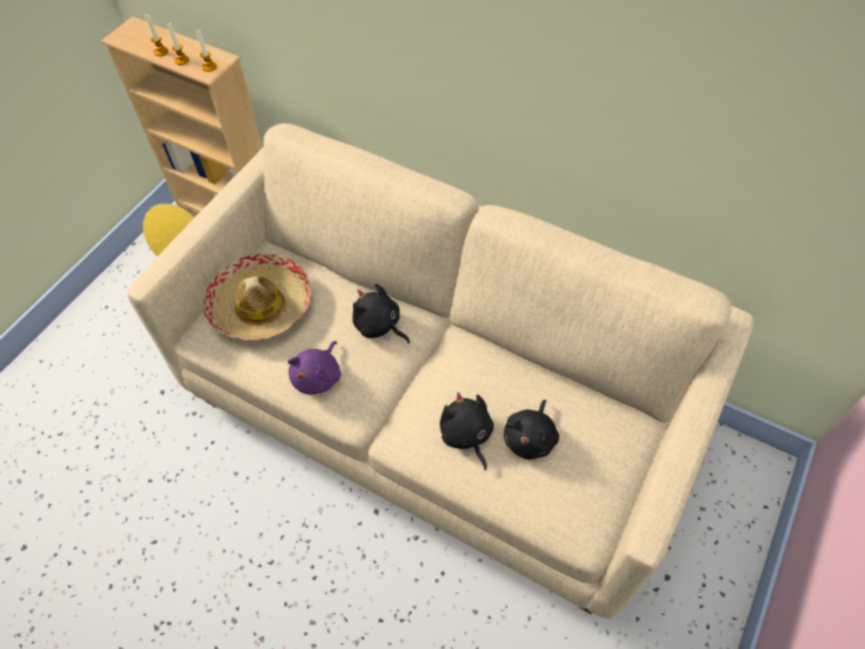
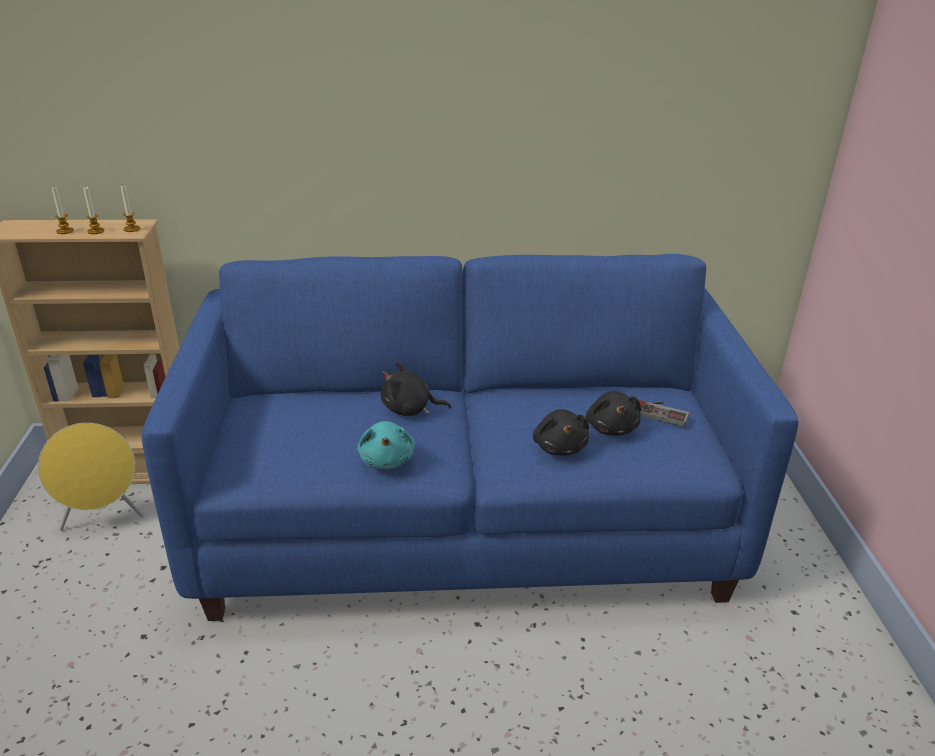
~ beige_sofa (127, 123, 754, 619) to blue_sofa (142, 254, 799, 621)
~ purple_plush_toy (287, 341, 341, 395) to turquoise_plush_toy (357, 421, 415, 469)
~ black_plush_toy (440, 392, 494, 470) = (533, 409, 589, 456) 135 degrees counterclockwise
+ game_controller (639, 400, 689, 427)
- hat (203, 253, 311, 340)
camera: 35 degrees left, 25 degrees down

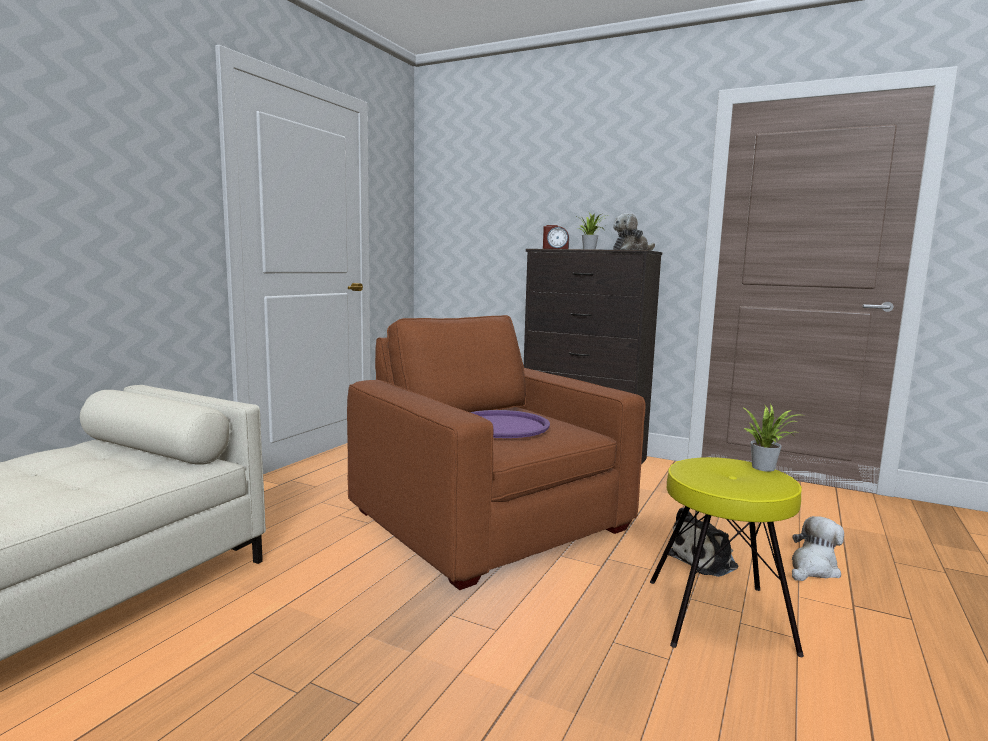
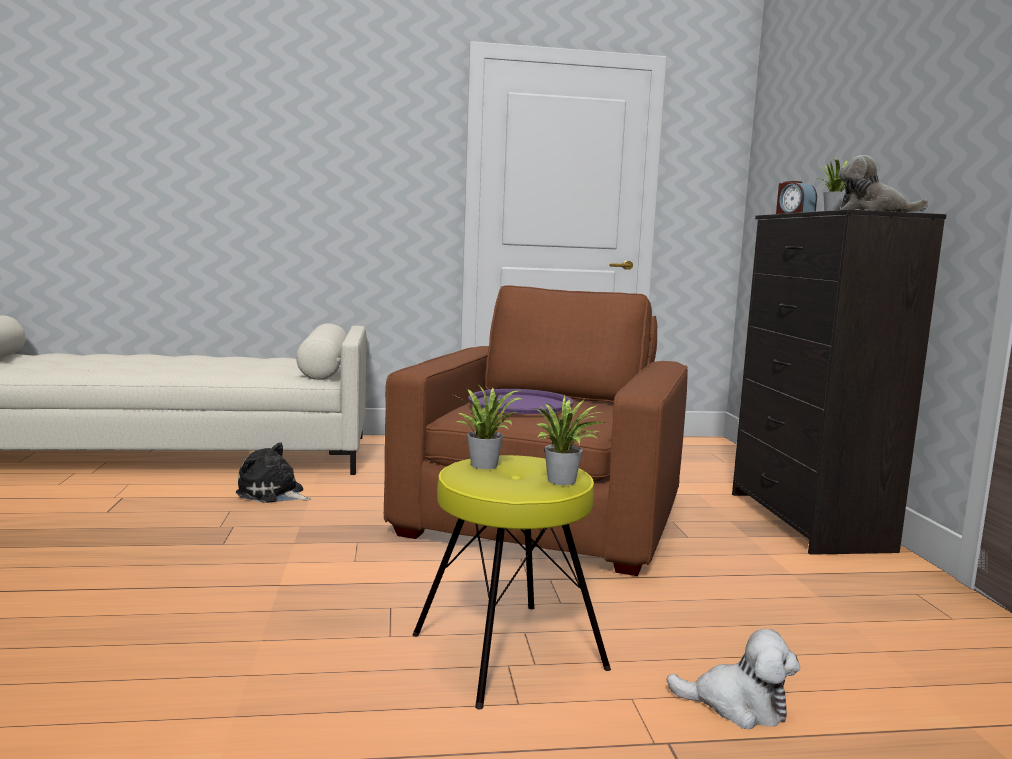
~ plush_toy (668, 507, 738, 577) to (236, 442, 311, 503)
+ potted_plant (454, 384, 524, 469)
camera: 55 degrees right, 0 degrees up

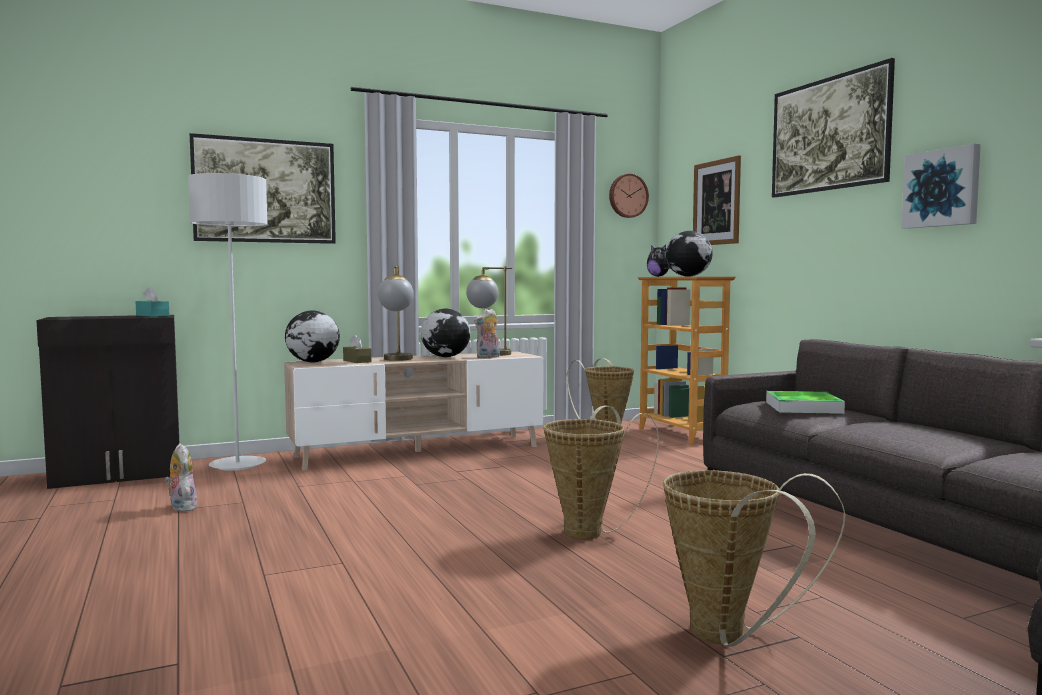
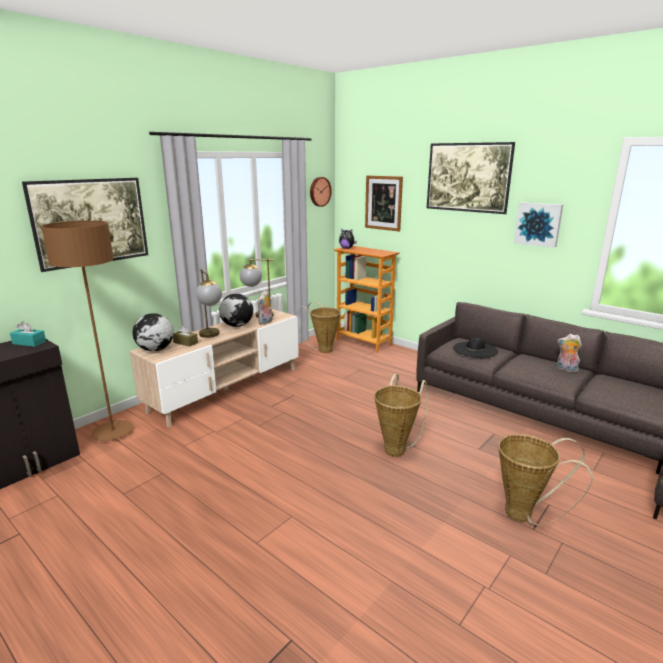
~ grey_floor_lamp (188, 173, 268, 471) to brown_floor_lamp (41, 220, 134, 441)
~ tray (766, 391, 845, 414) to black_hat (453, 337, 498, 358)
~ plush_toy (165, 443, 198, 512) to (557, 334, 582, 372)
- globe (665, 231, 713, 277)
camera: 25 degrees left, 15 degrees up

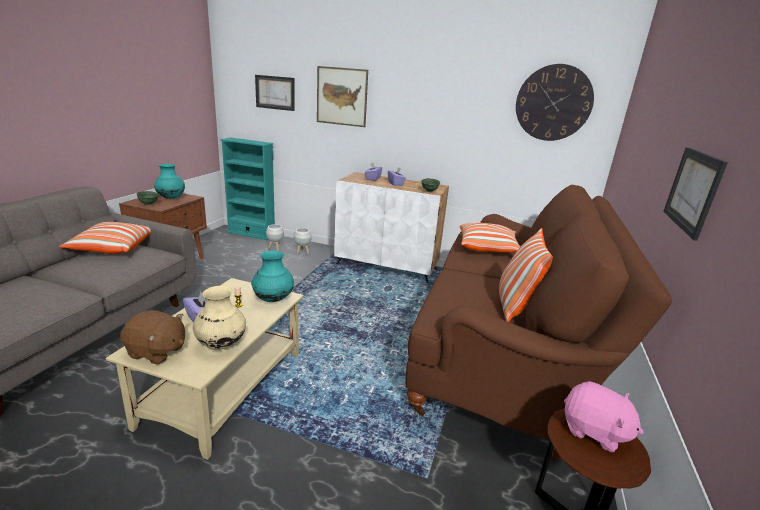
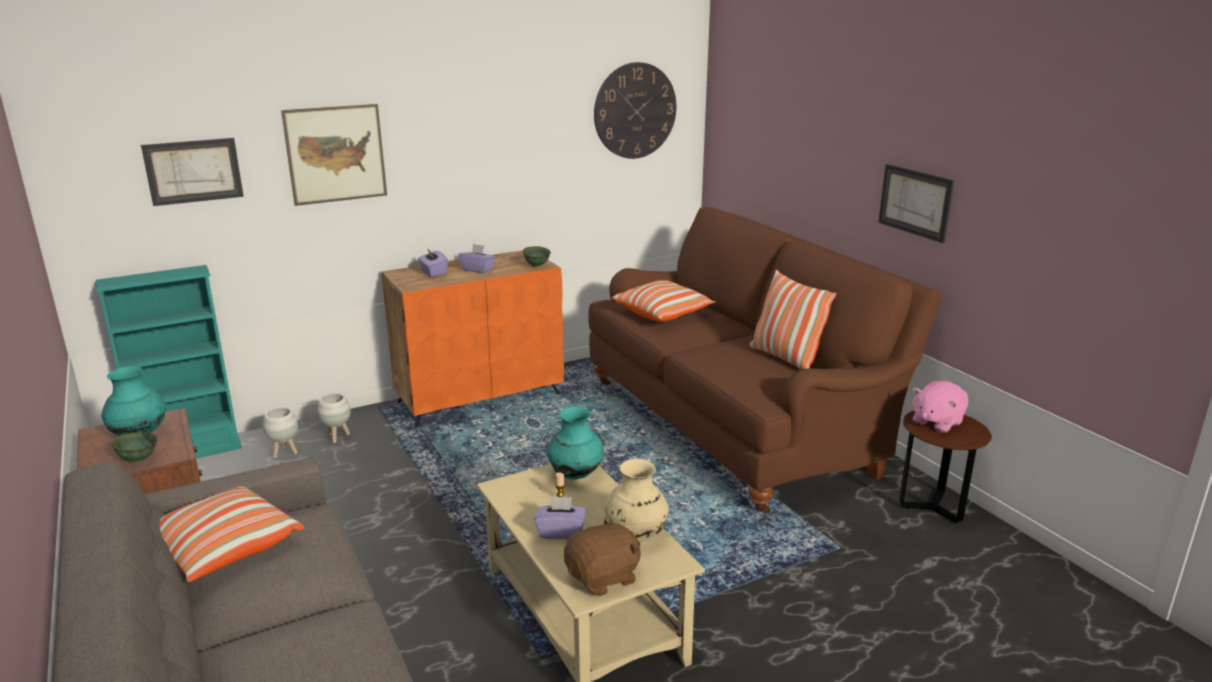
~ white_cabinet (334, 172, 449, 283) to orange_cabinet (381, 250, 564, 427)
~ pink_plush_toy (564, 381, 644, 452) = (912, 381, 968, 433) 150 degrees clockwise
camera: 45 degrees left, 0 degrees up

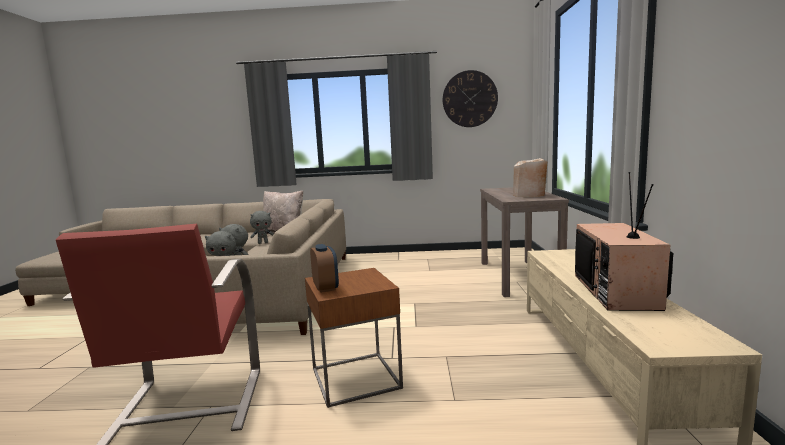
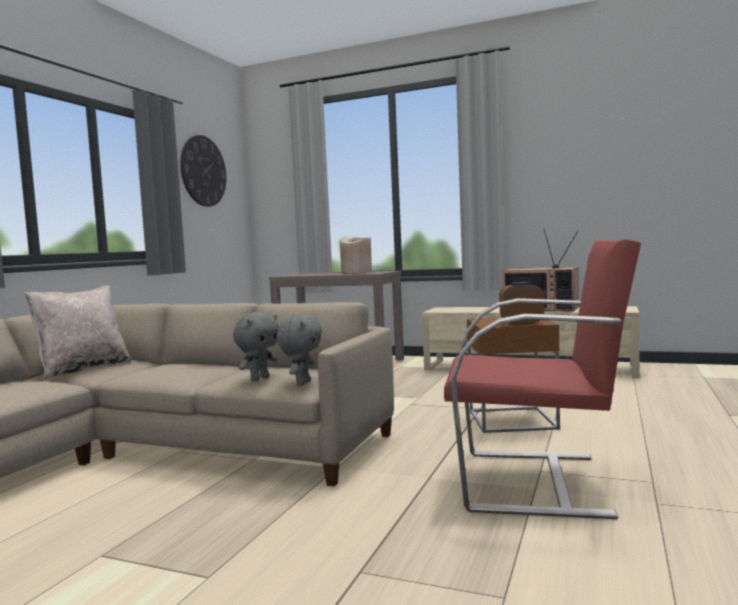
- grey_plush_toy (250, 211, 274, 244)
camera: 70 degrees left, 5 degrees down

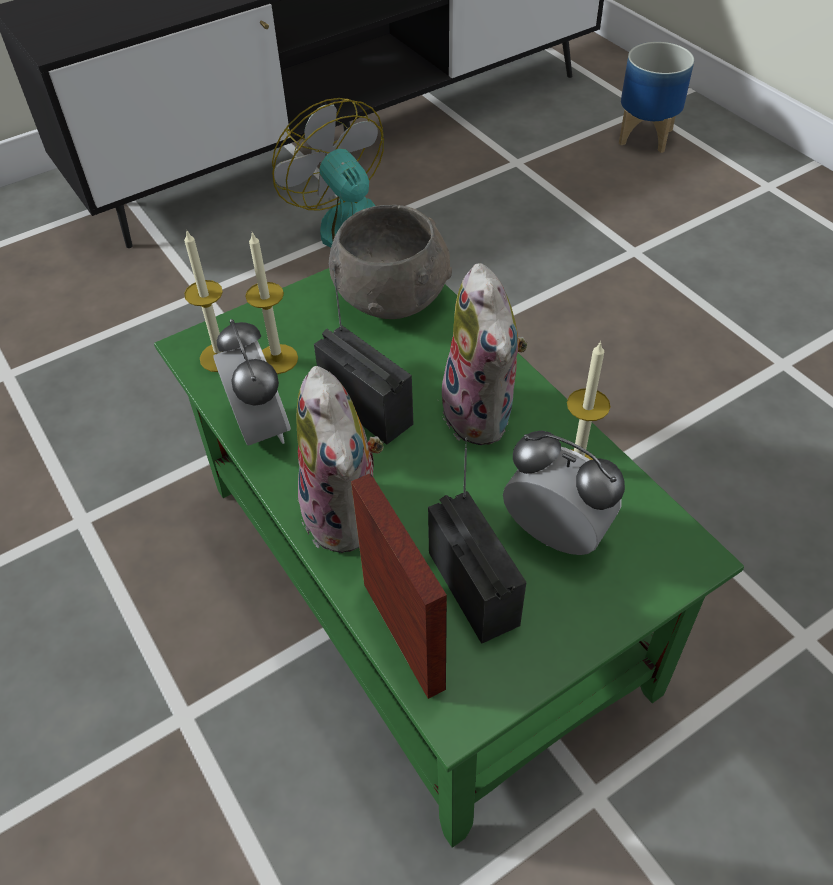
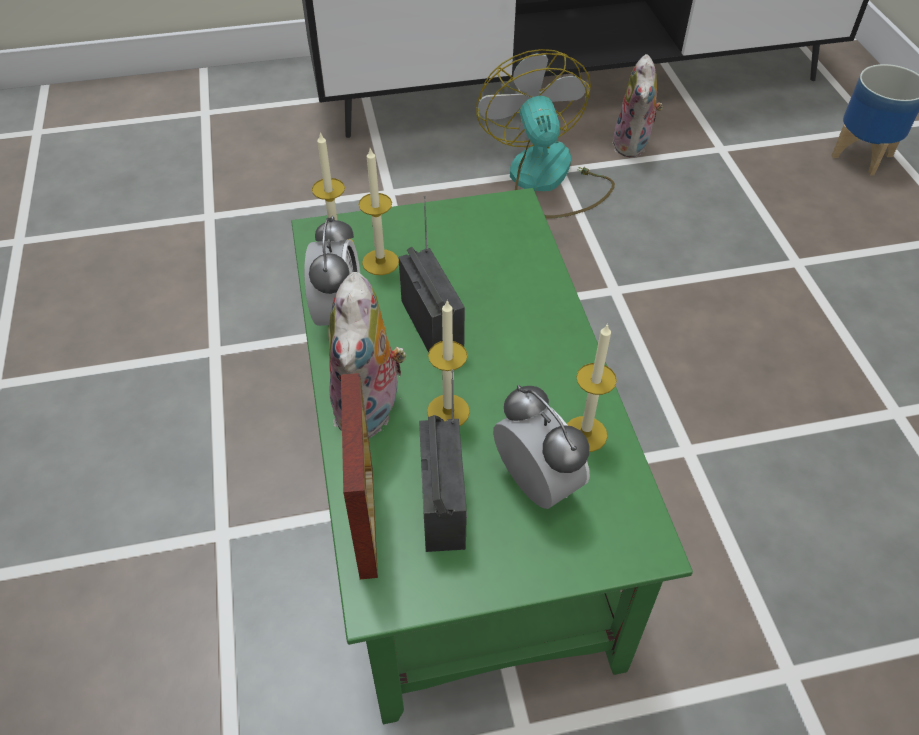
+ candle (427, 301, 470, 426)
~ plush_toy (438, 263, 527, 445) to (613, 54, 663, 158)
- grey_bowl (329, 205, 452, 319)
camera: 20 degrees right, 0 degrees up

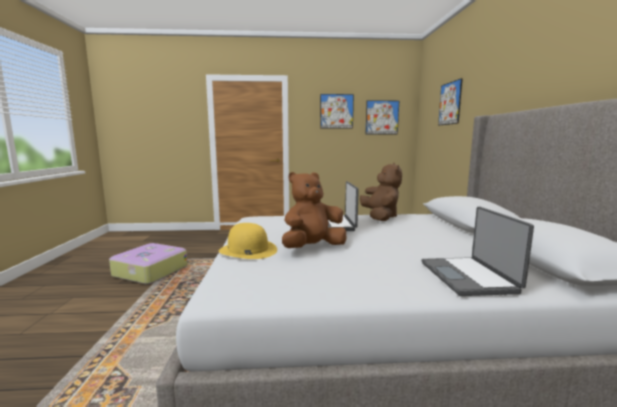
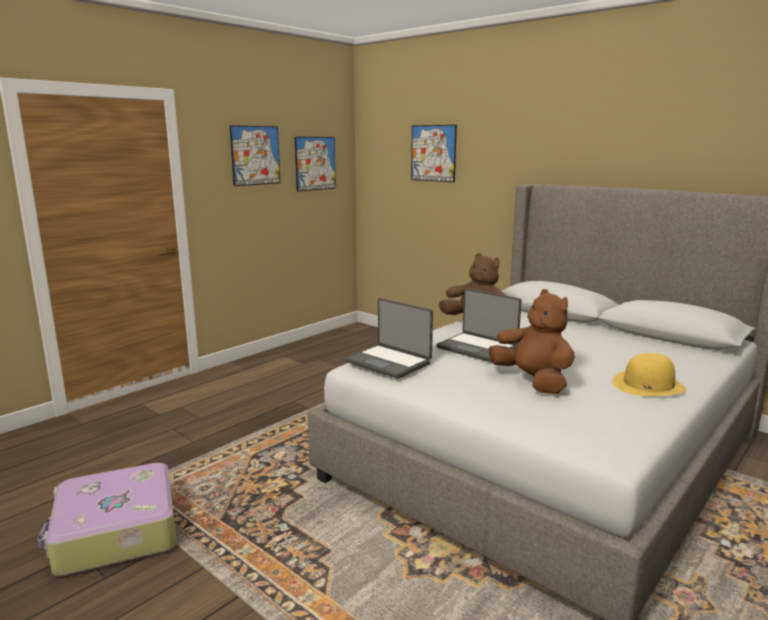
~ laptop (422, 207, 534, 296) to (345, 298, 433, 379)
~ brown_plush_toy (282, 172, 346, 248) = (489, 289, 575, 394) 135 degrees clockwise
~ yellow_hat (219, 223, 277, 259) to (612, 353, 686, 396)
camera: 45 degrees left, 5 degrees up

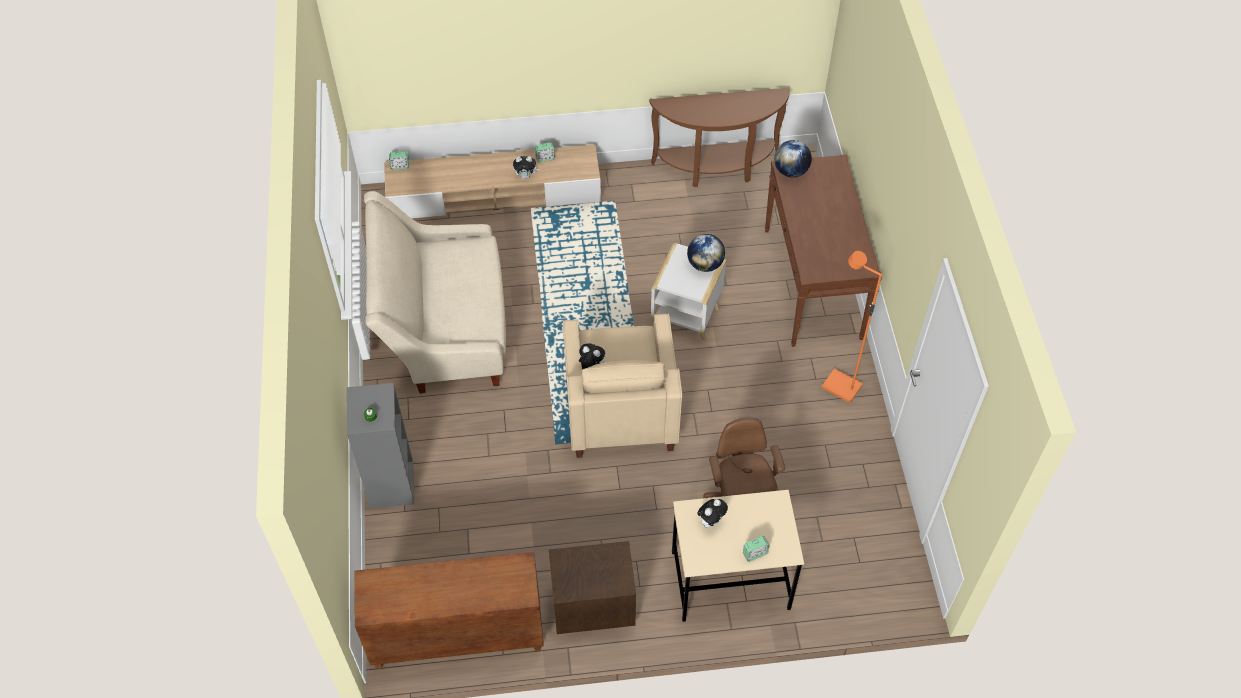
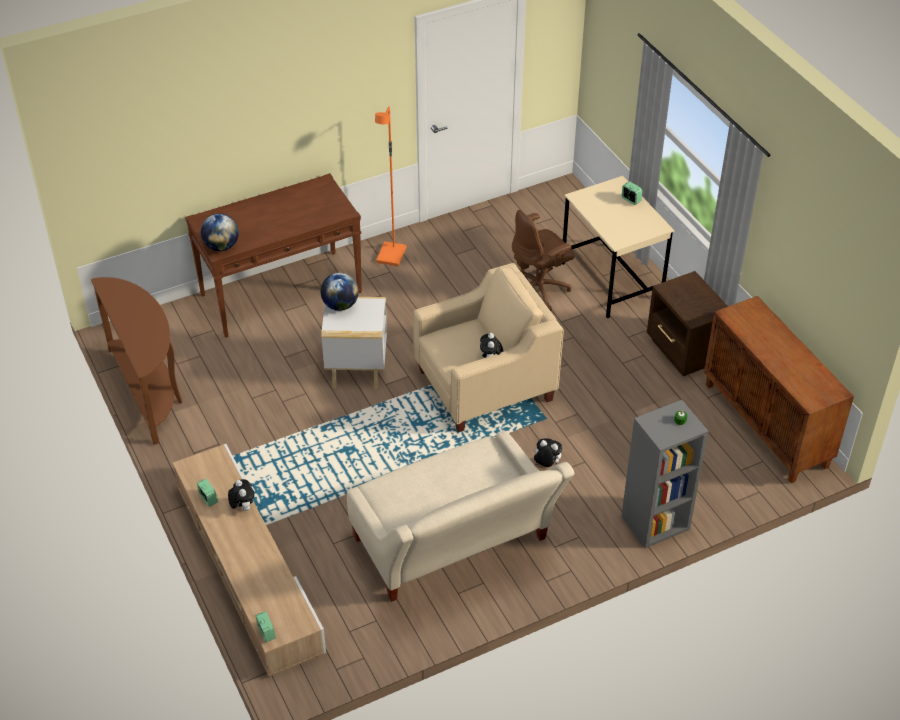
~ plush_toy (697, 499, 728, 528) to (533, 438, 563, 467)
camera: 110 degrees left, 10 degrees down

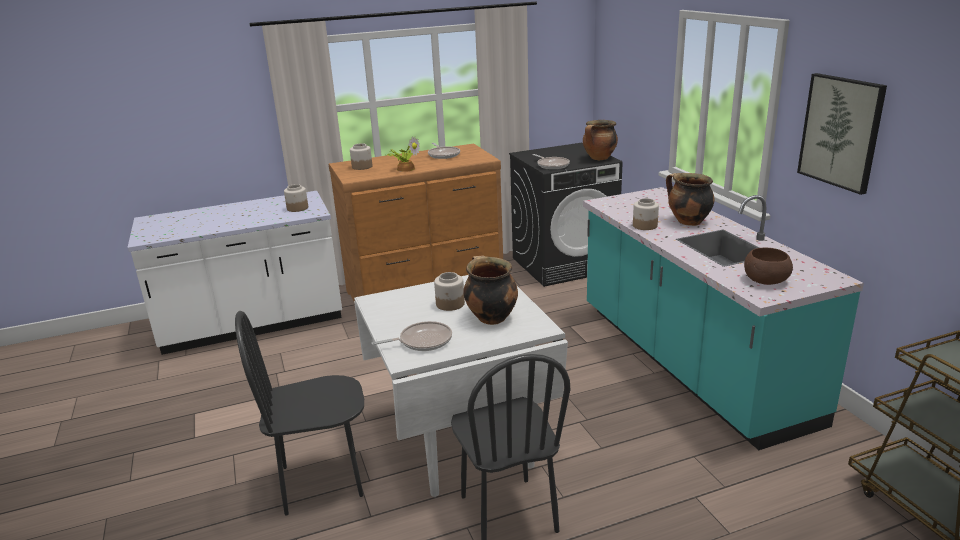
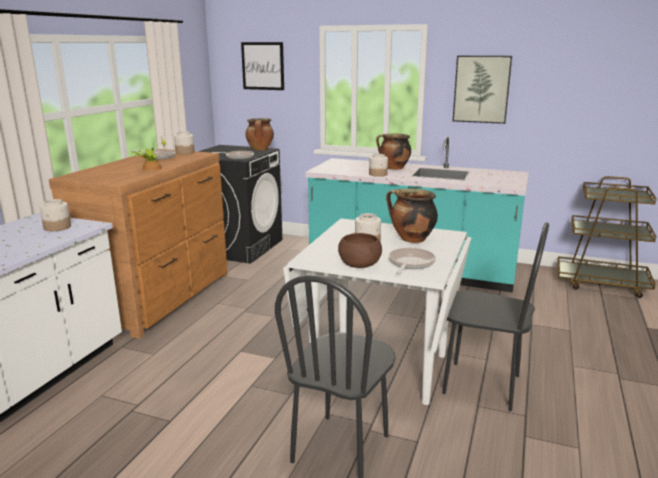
~ jar (350, 143, 372, 170) to (174, 131, 195, 155)
+ picture (241, 42, 284, 90)
~ brown_bowl (744, 248, 793, 285) to (338, 233, 382, 268)
camera: 50 degrees left, 5 degrees down

